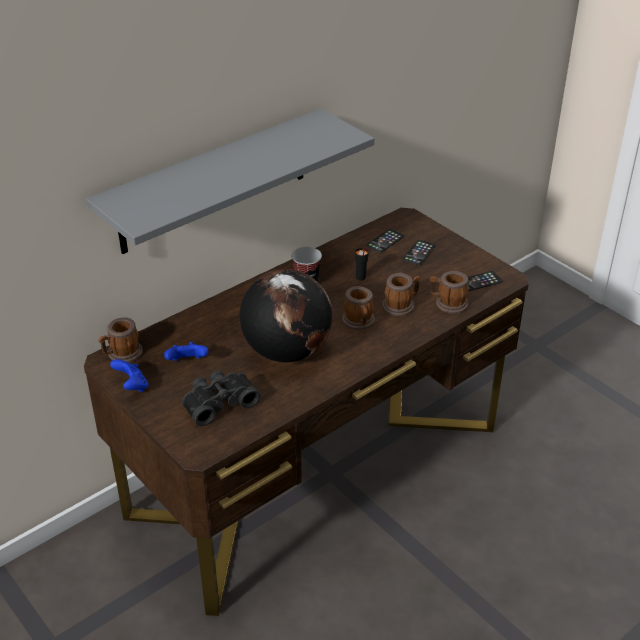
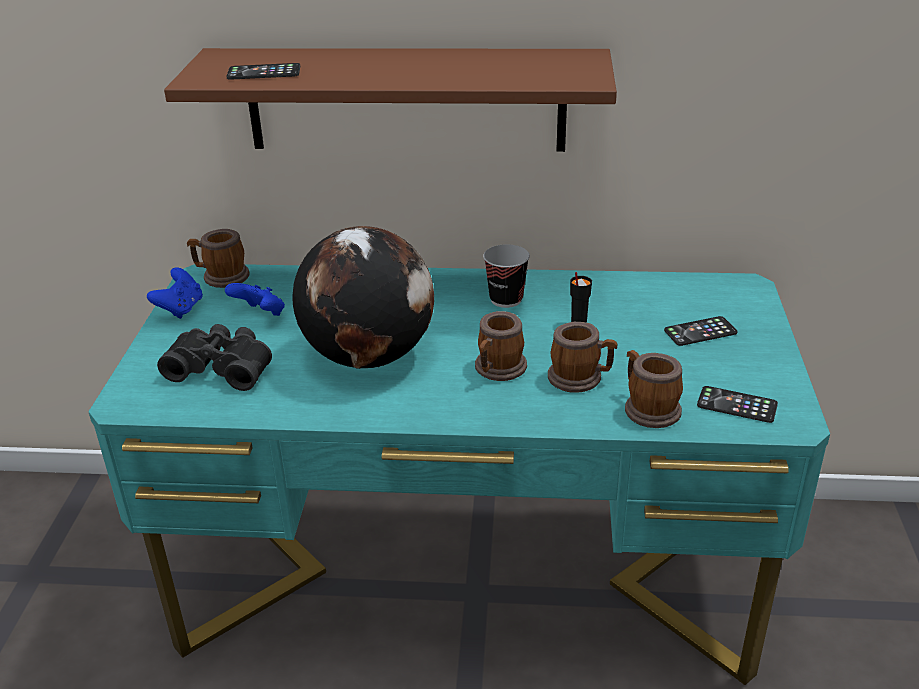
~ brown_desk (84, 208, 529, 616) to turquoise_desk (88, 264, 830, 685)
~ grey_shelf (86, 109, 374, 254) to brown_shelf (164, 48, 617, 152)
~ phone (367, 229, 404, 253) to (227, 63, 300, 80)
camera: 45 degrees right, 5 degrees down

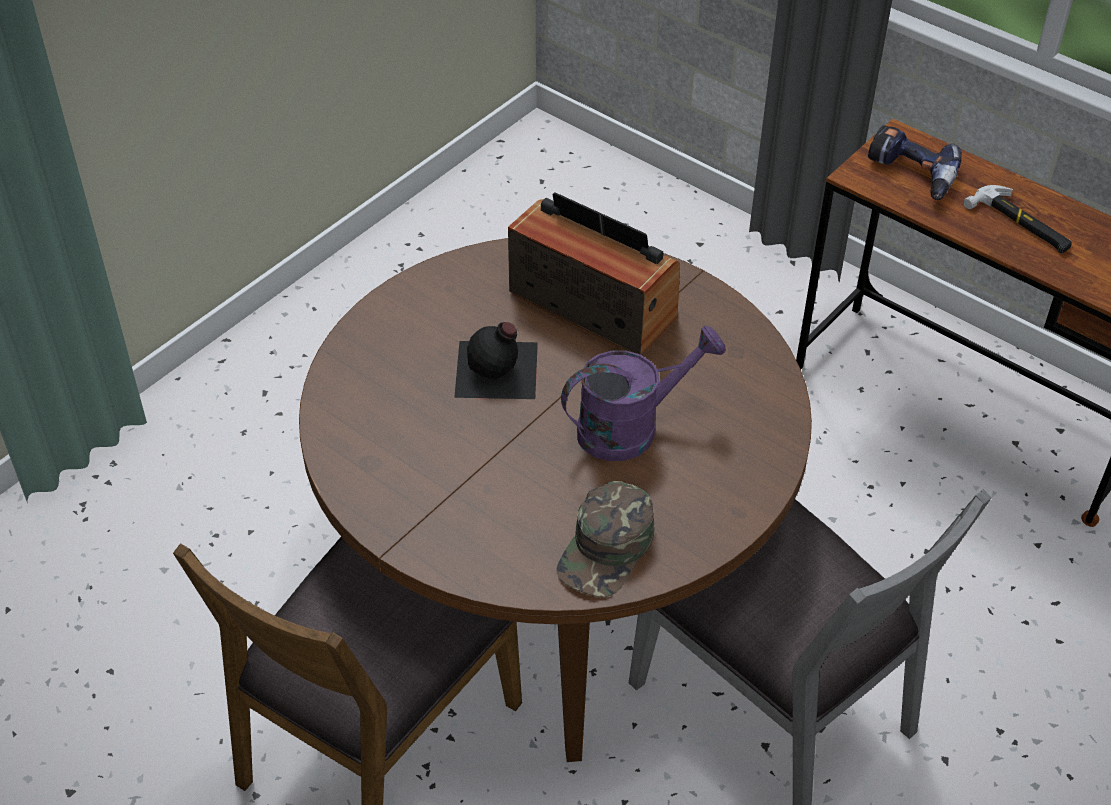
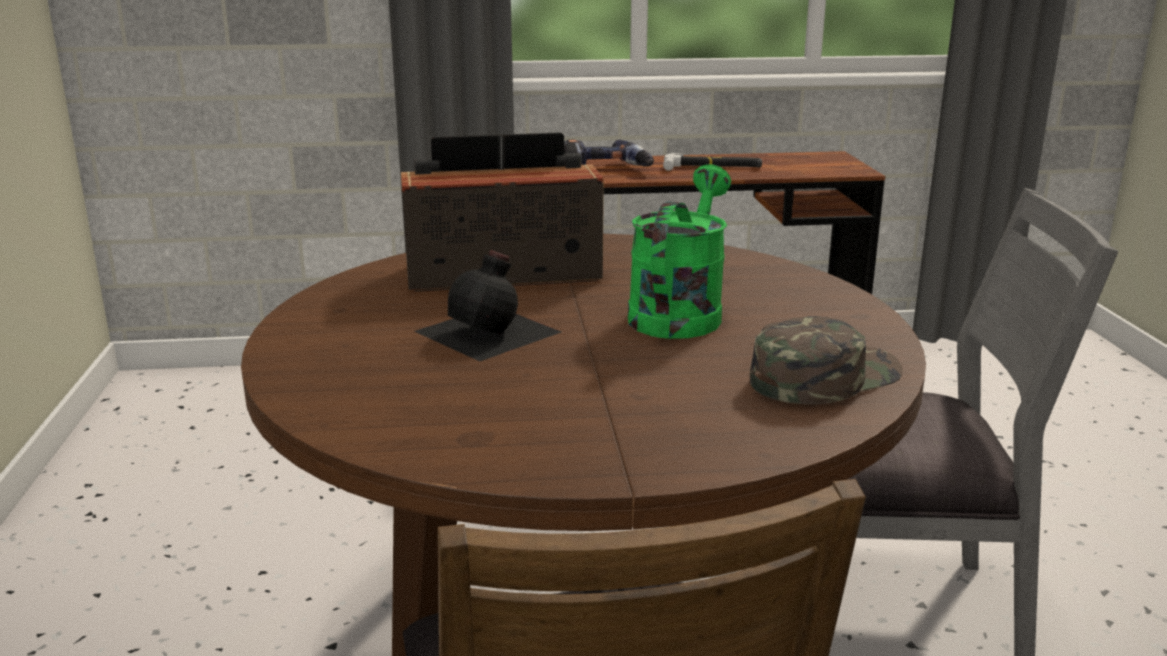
~ purple_watering_can (561, 326, 726, 461) to green_watering_can (628, 164, 731, 339)
~ green_cap (557, 481, 654, 597) = (750, 316, 903, 404) 105 degrees counterclockwise
camera: 45 degrees left, 25 degrees down

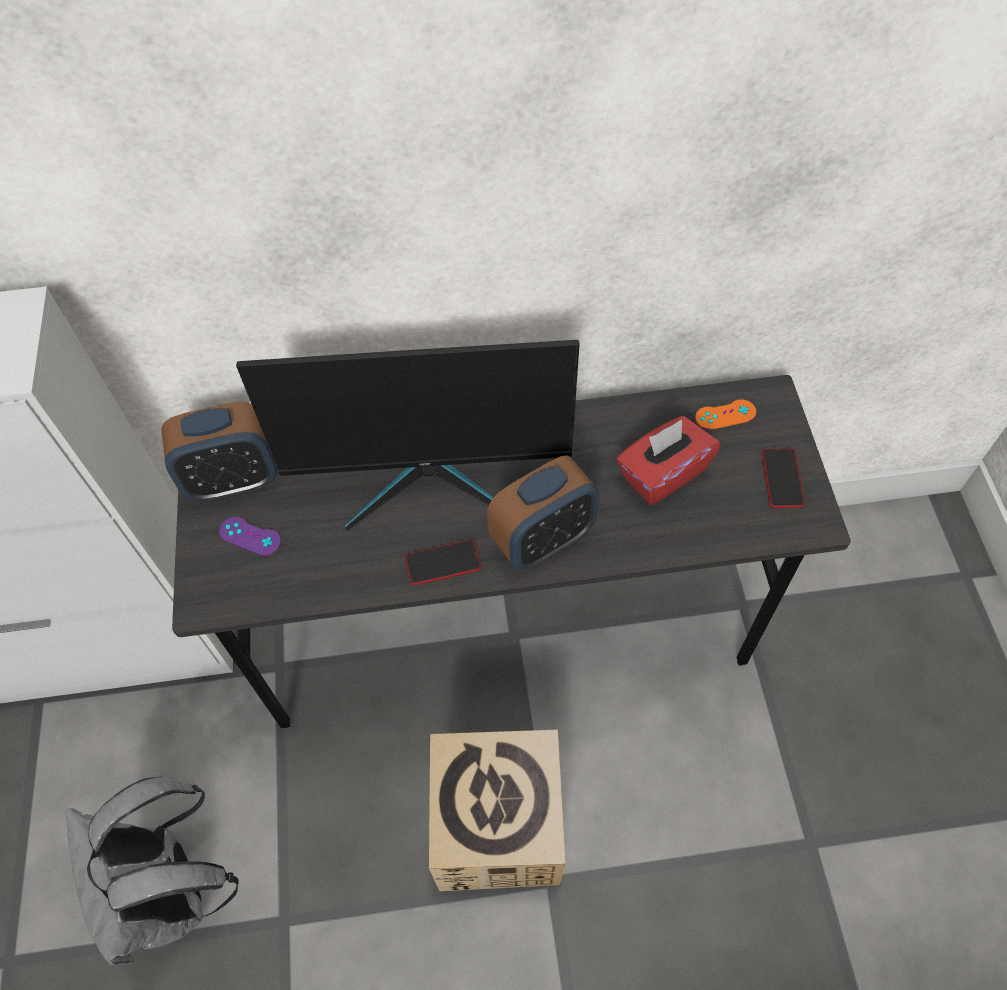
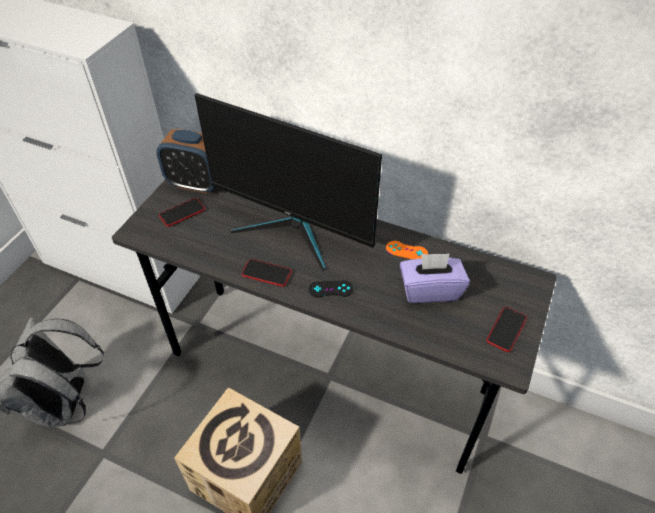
~ purple_game_controller (219, 517, 281, 556) to phone (159, 198, 205, 227)
~ alarm_clock (487, 455, 599, 570) to black_game_controller (309, 281, 354, 298)
~ orange_game_controller (695, 399, 756, 430) to (386, 241, 428, 259)
~ red_tissue_box (616, 416, 720, 505) to purple_tissue_box (400, 253, 470, 303)
camera: 30 degrees right, 10 degrees down

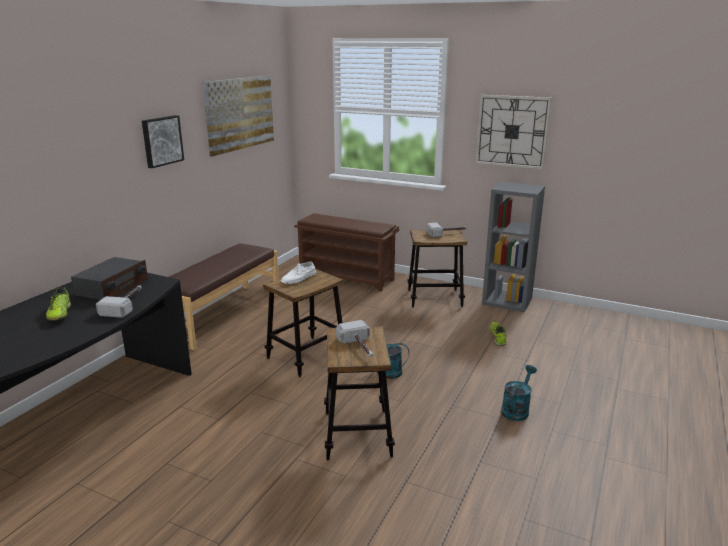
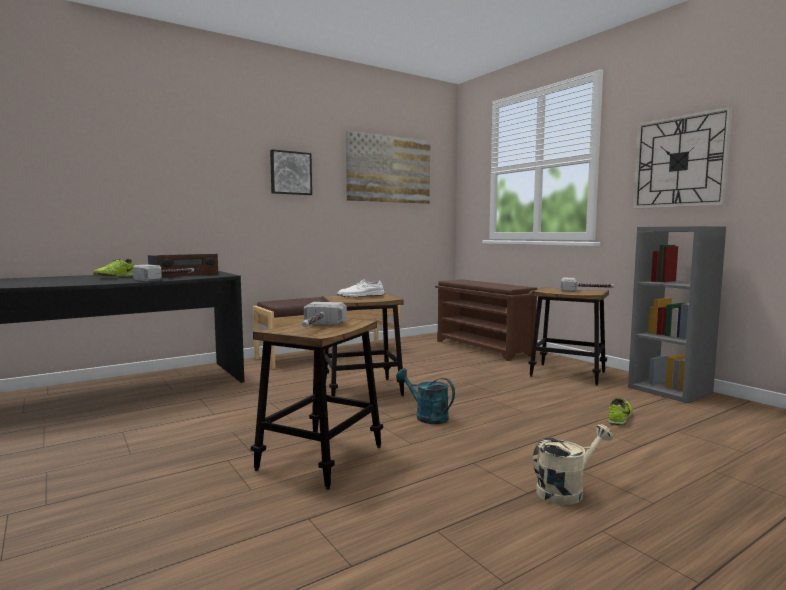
~ turquoise_watering_can (501, 365, 537, 421) to beige_watering_can (533, 424, 613, 505)
camera: 30 degrees right, 15 degrees down

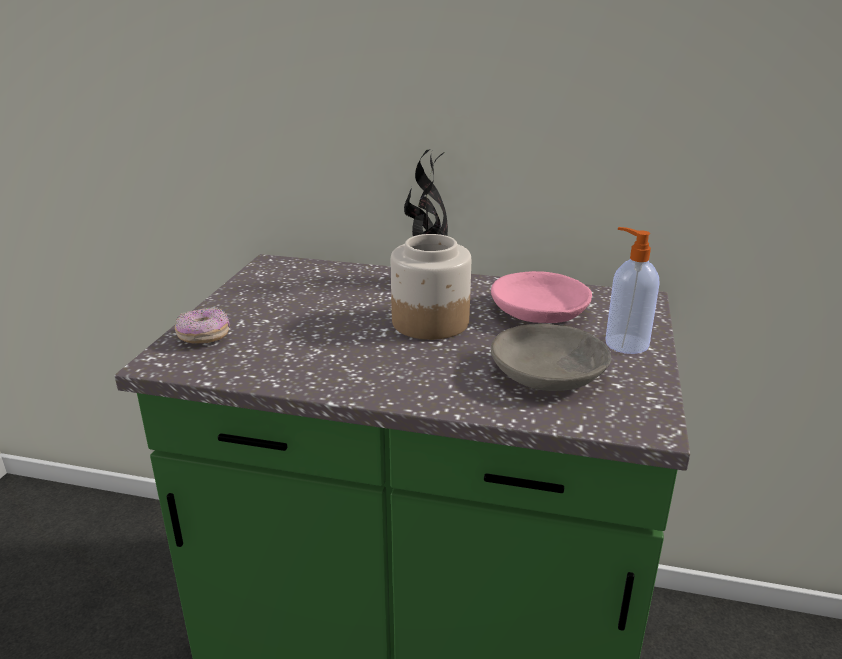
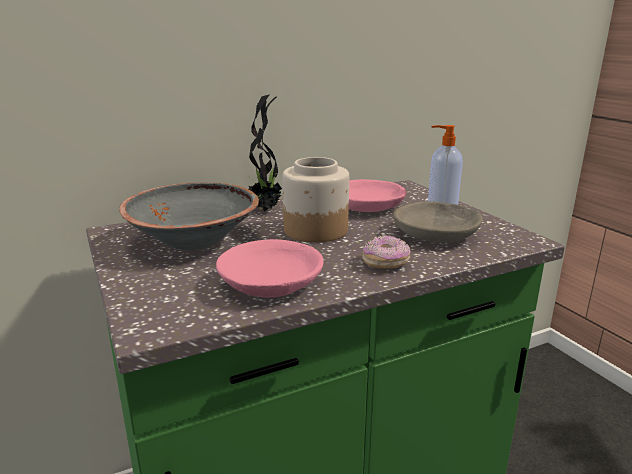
+ grey_bowl (119, 182, 259, 250)
+ pink_bowl (216, 239, 323, 297)
~ donut (175, 307, 230, 343) to (362, 235, 411, 269)
camera: 40 degrees left, 5 degrees down

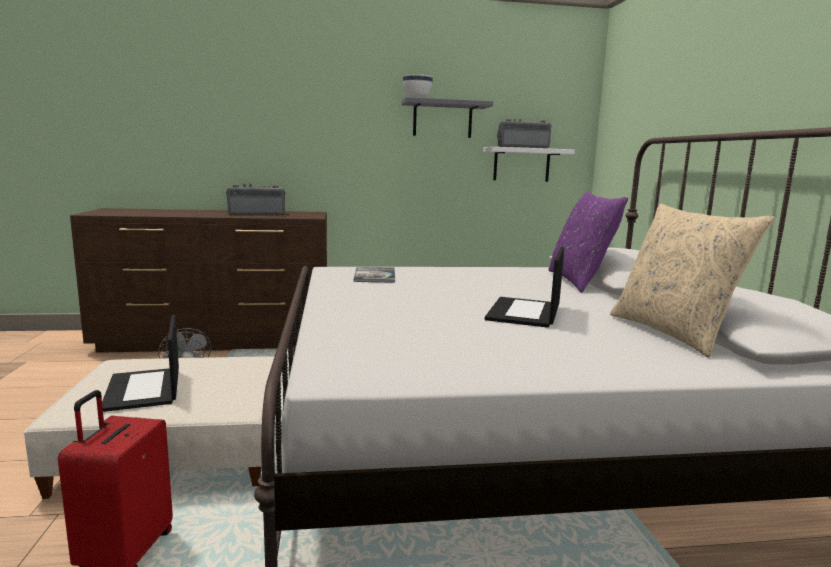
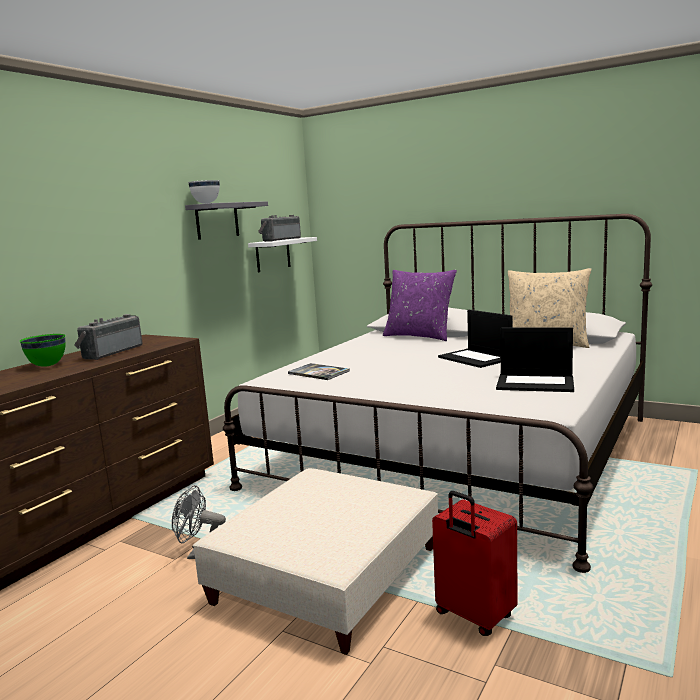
+ green_bowl (20, 334, 66, 367)
~ laptop (102, 315, 179, 412) to (496, 327, 574, 392)
camera: 50 degrees left, 0 degrees up

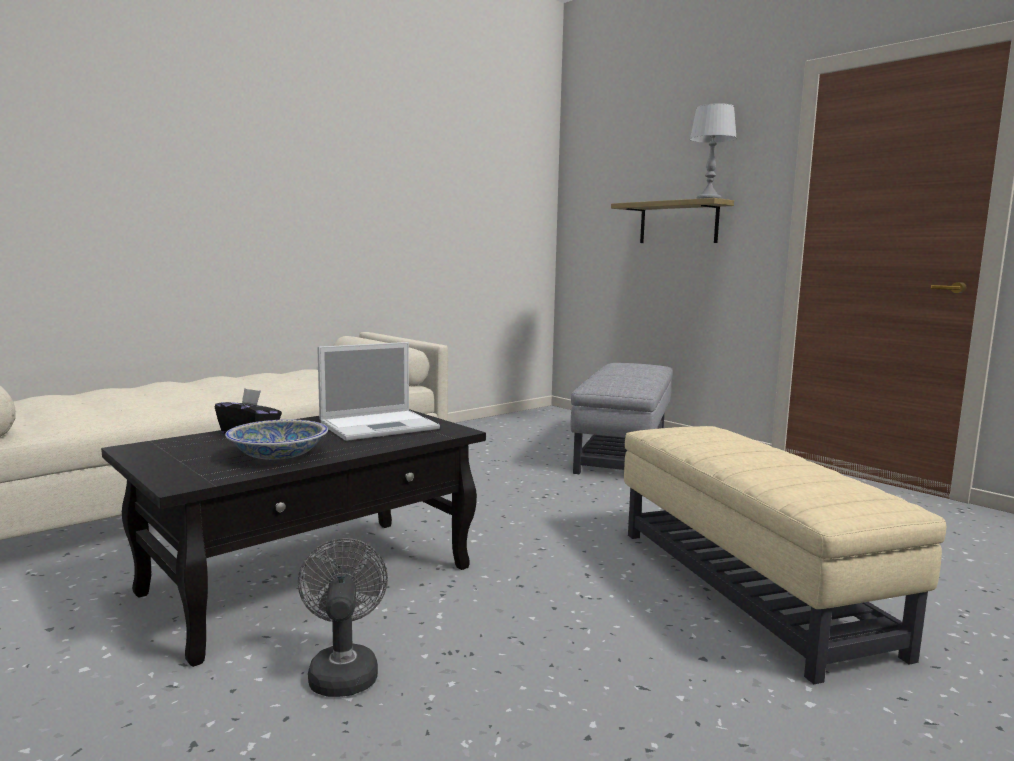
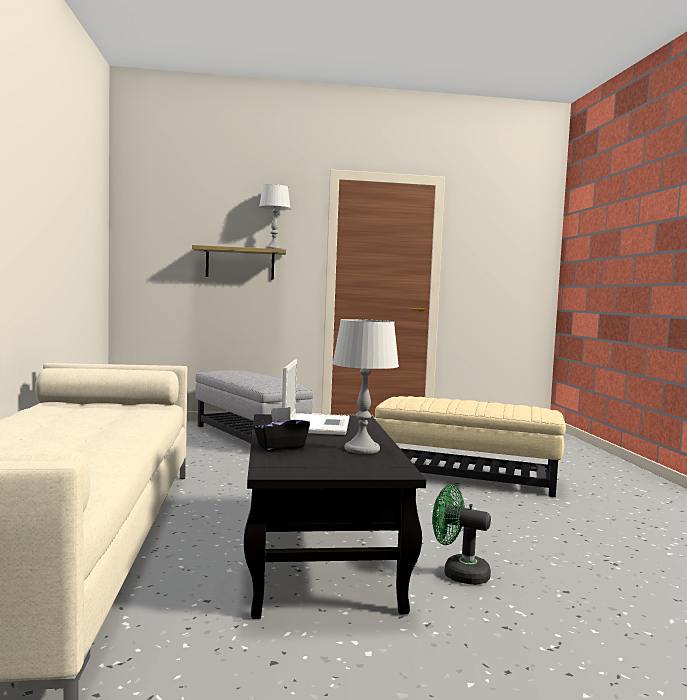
~ bowl (225, 419, 328, 460) to grey_table_lamp (332, 319, 399, 454)
~ grey_fan (298, 538, 388, 697) to green_fan (432, 485, 491, 585)
camera: 55 degrees left, 5 degrees down

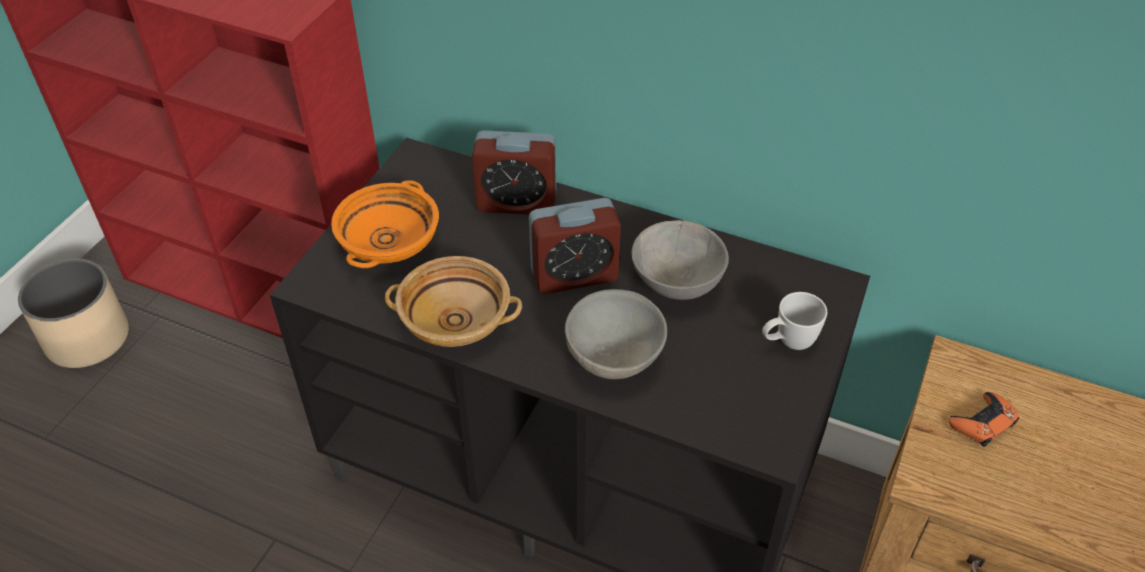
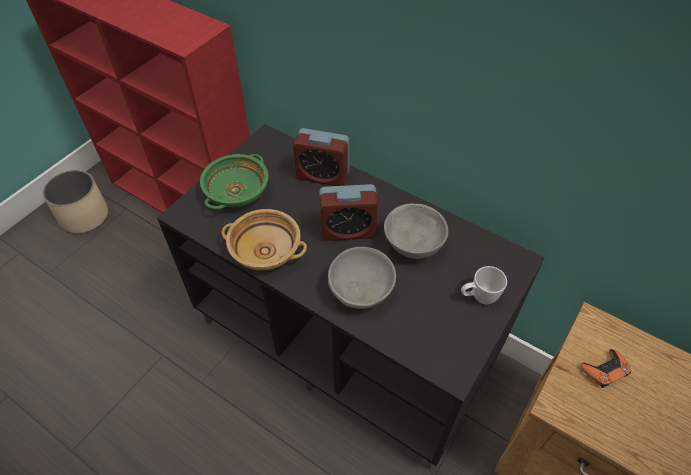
~ orange_bowl (331, 181, 439, 268) to green_bowl (200, 154, 269, 210)
camera: 10 degrees right, 5 degrees up

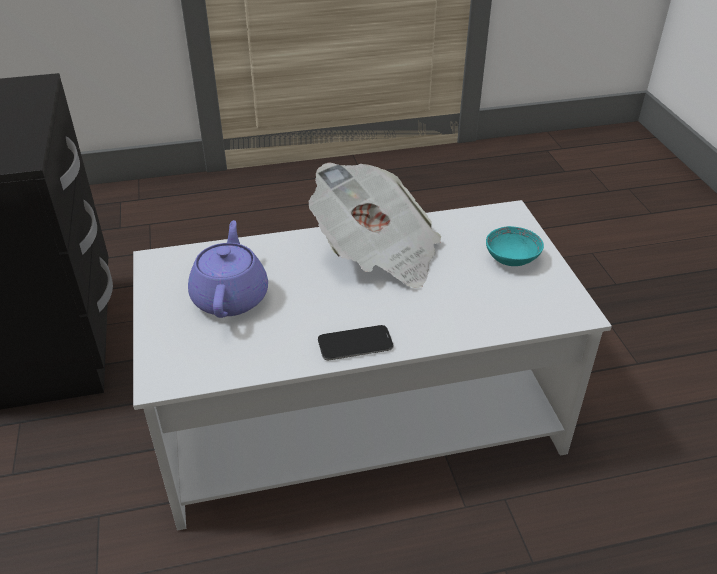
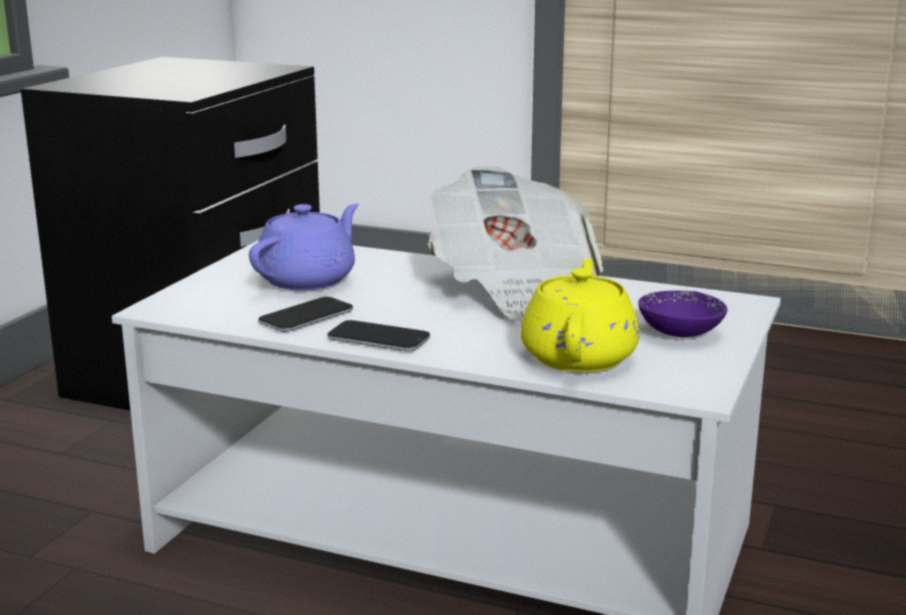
+ phone (258, 297, 353, 332)
+ yellow_teapot (521, 258, 639, 372)
~ turquoise_bowl (486, 226, 544, 266) to purple_bowl (638, 290, 728, 337)
camera: 35 degrees right, 20 degrees down

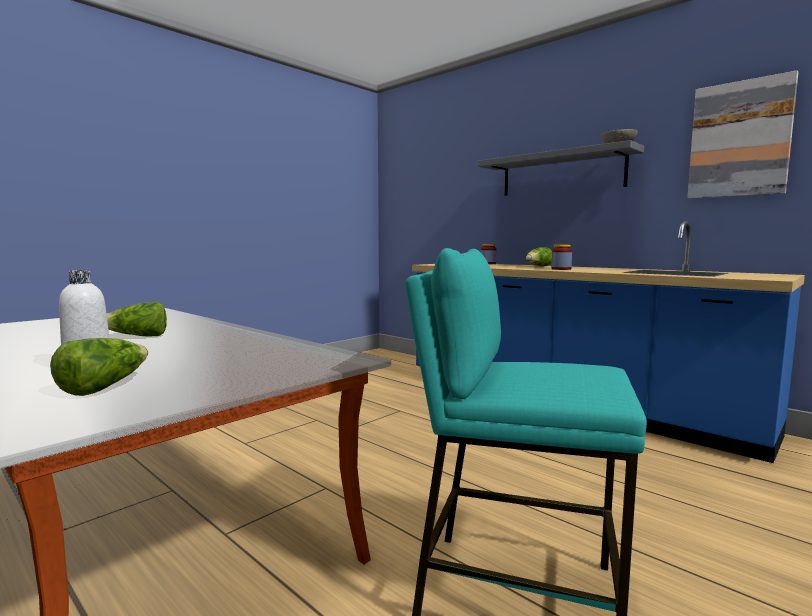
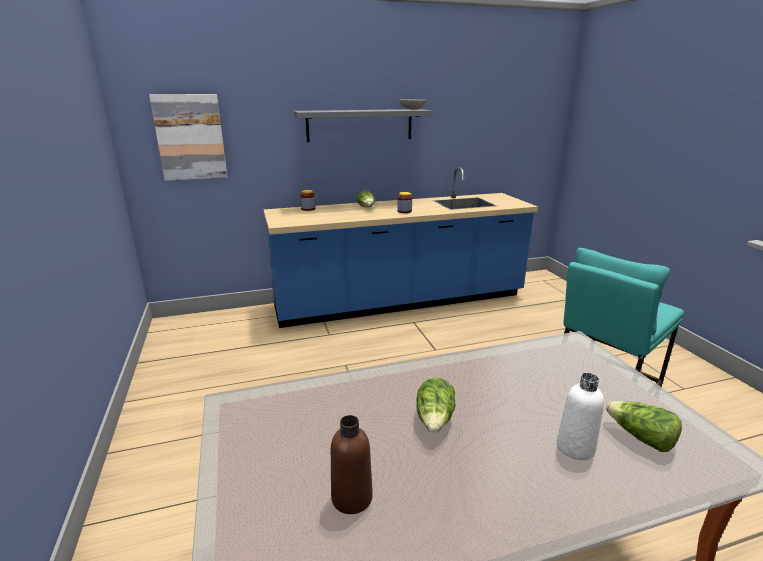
~ picture (687, 70, 798, 199) to (149, 94, 227, 181)
+ brown_bottle (331, 415, 373, 514)
camera: 60 degrees left, 15 degrees up

